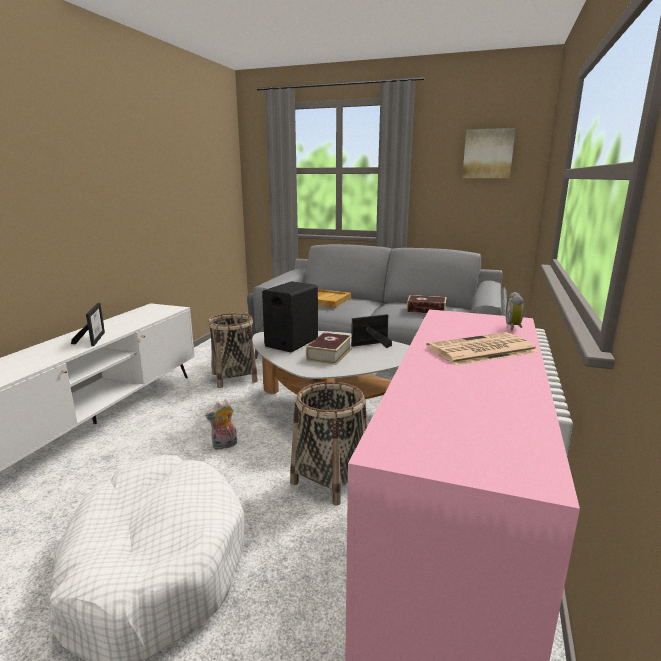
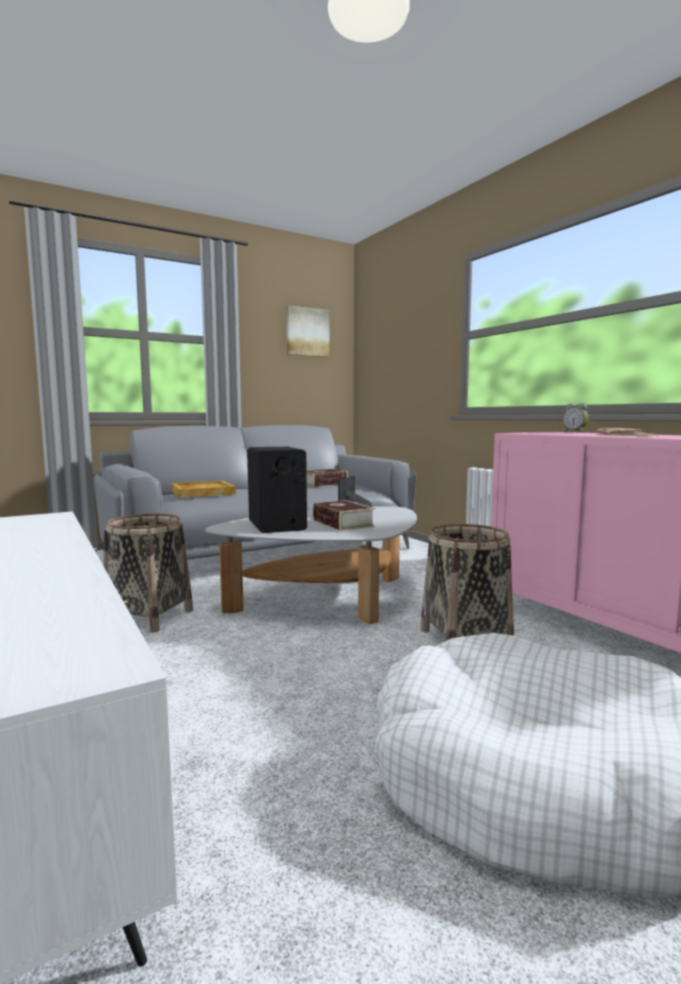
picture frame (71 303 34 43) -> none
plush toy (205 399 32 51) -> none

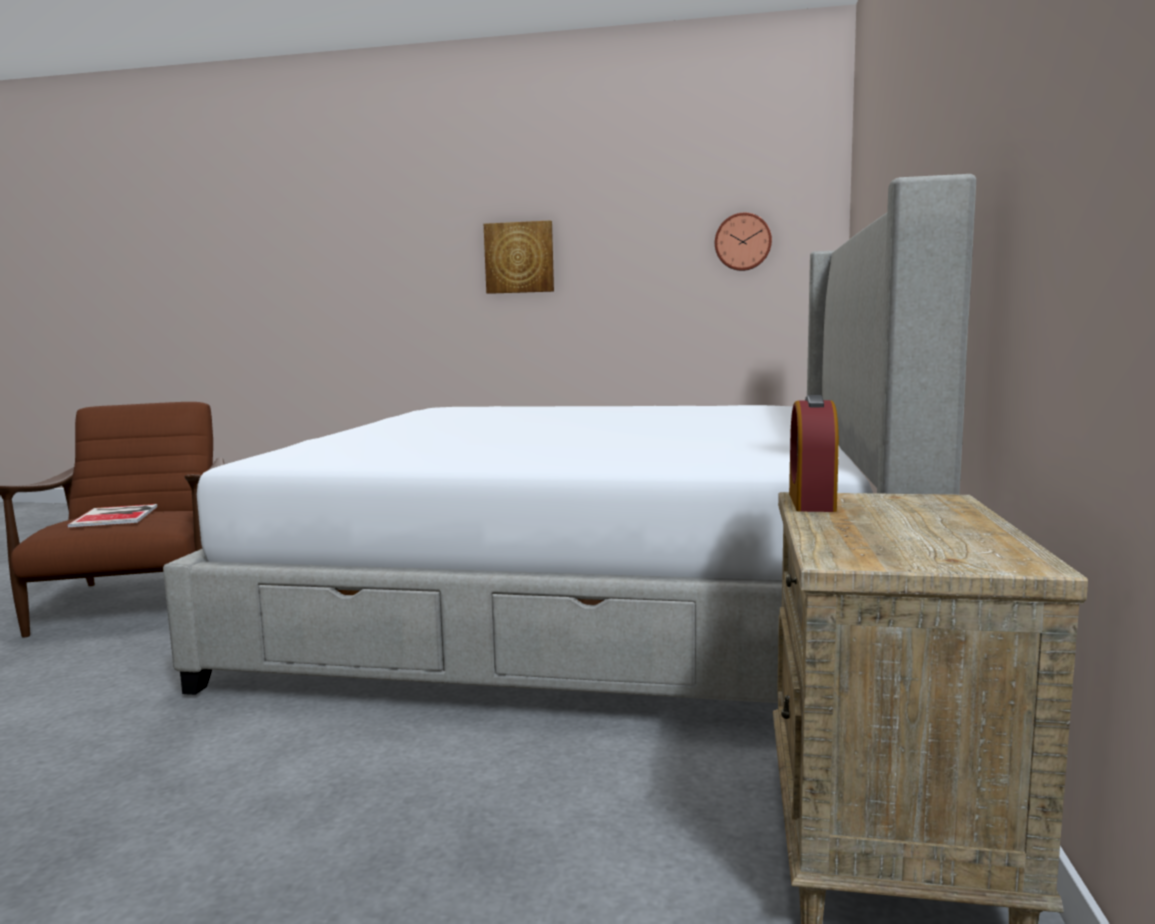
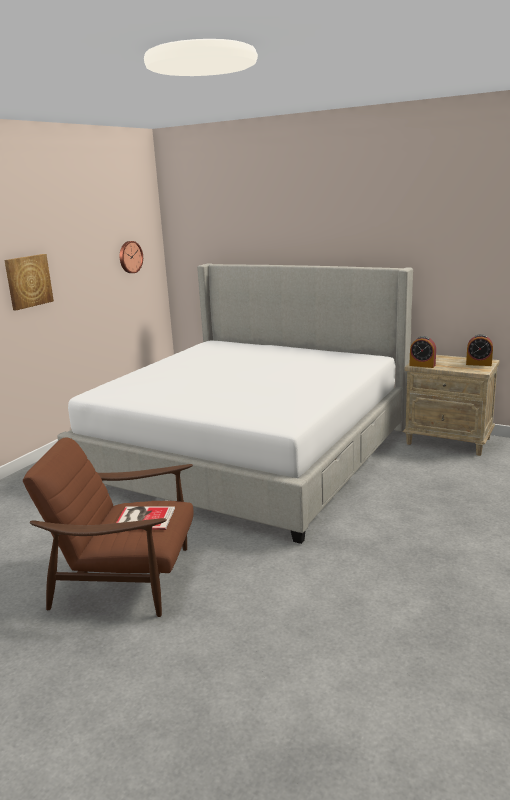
none -> alarm clock (466 334 27 32)

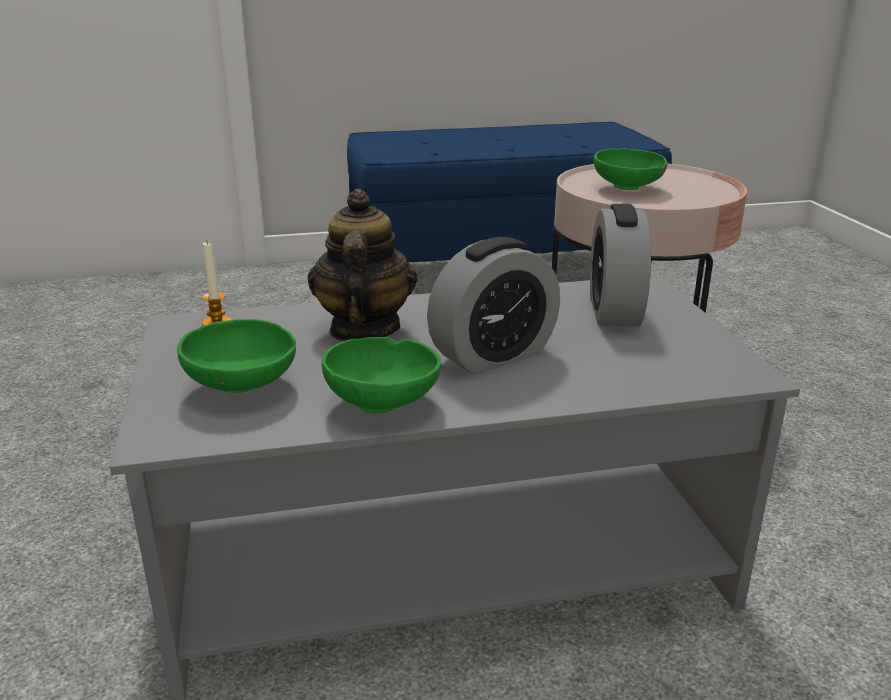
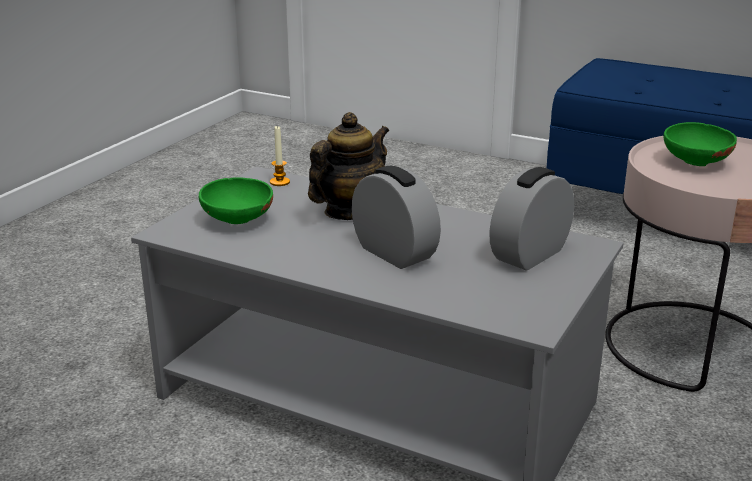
bowl/green (322 337 119 77) -> none
alarm clock (427 237 133 138) -> alarm clock (351 166 90 103), 135 degrees counterclockwise

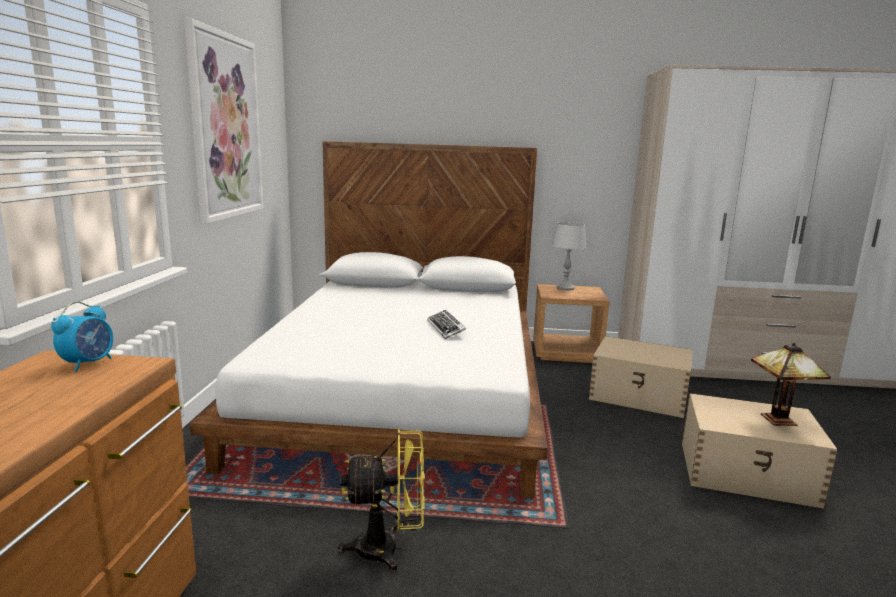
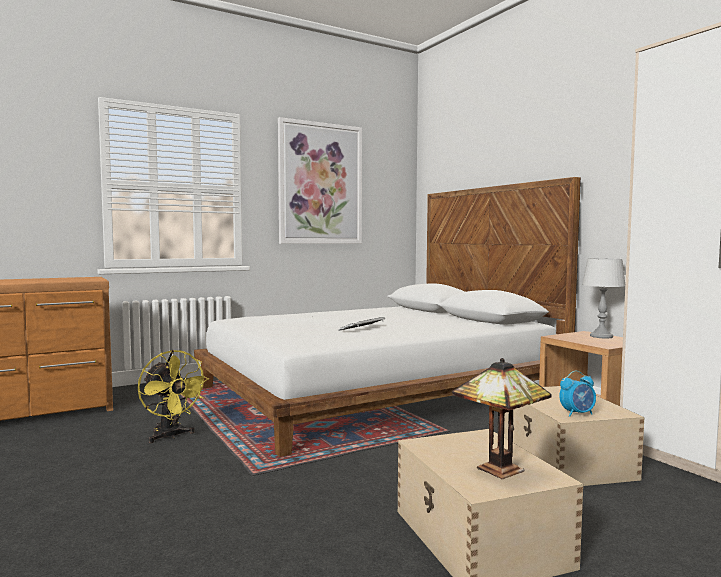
alarm clock (51 301 62 71) -> alarm clock (559 371 37 46), shifted

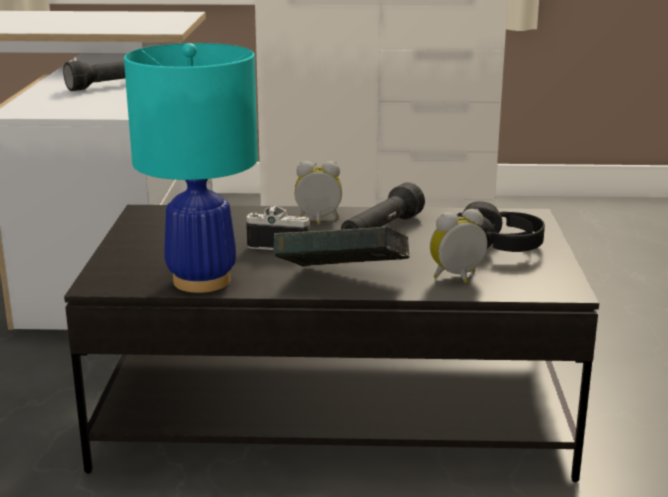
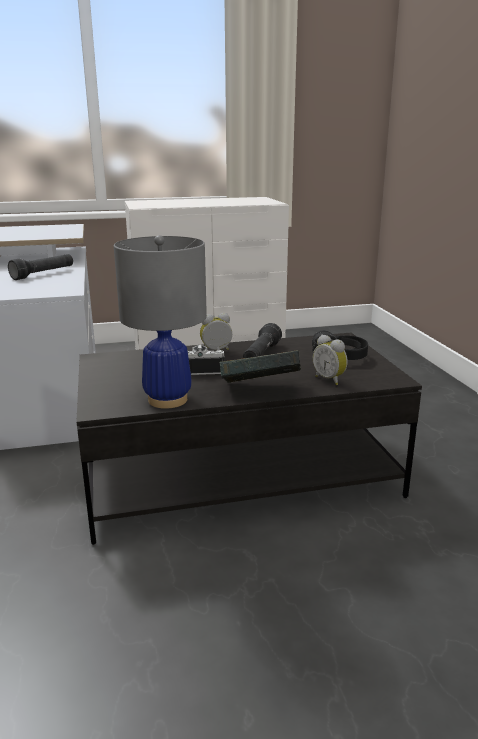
table lamp/turquoise (124 43 134 250) -> table lamp/grey (114 235 93 174)
alarm clock (430 209 57 74) -> alarm clock (313 335 35 50), 90 degrees counterclockwise

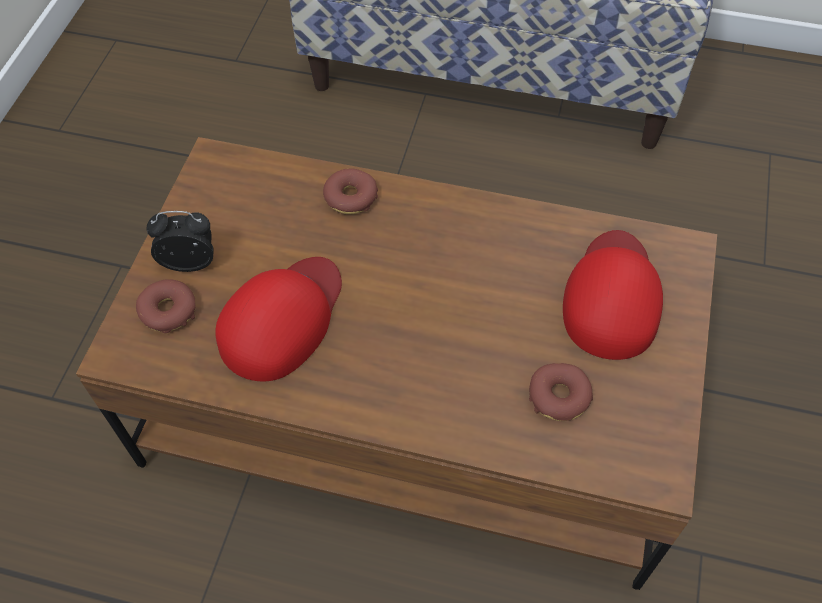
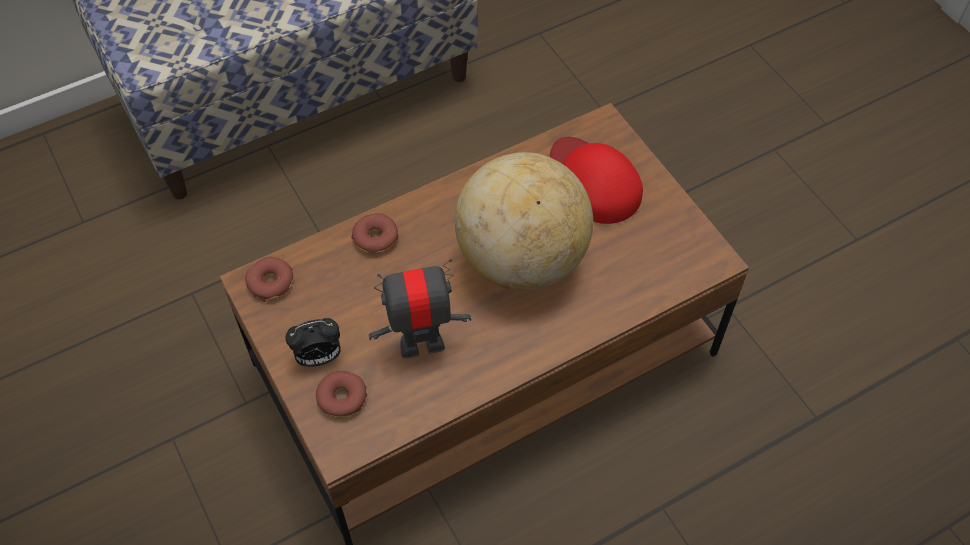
alarm clock (146 211 68 61) -> alarm clock (285 318 55 49), 150 degrees counterclockwise
cap/red (215 257 127 125) -> toy robot (369 259 102 99)
donut (529 363 64 58) -> donut (245 257 48 45), shifted
none -> globe (455 152 138 139)

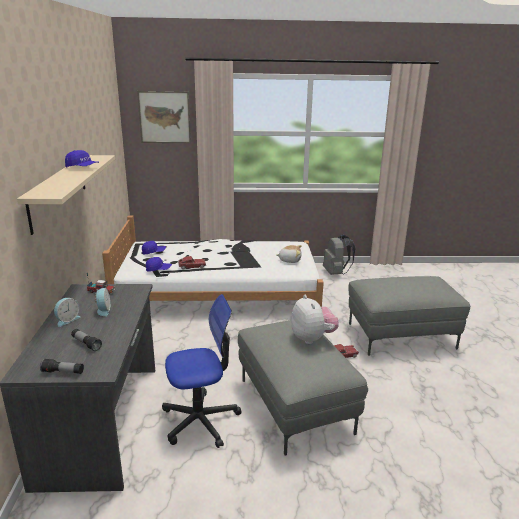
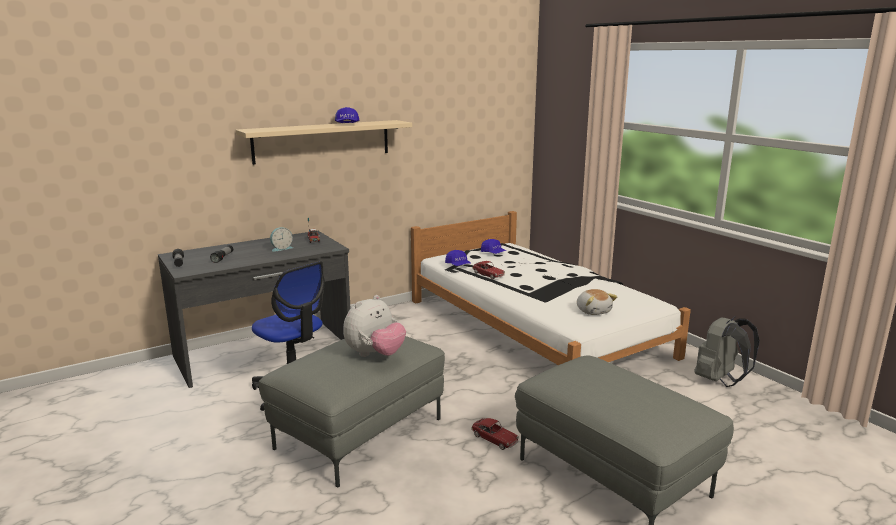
alarm clock (54 298 26 29) -> none
picture (137 91 54 52) -> none

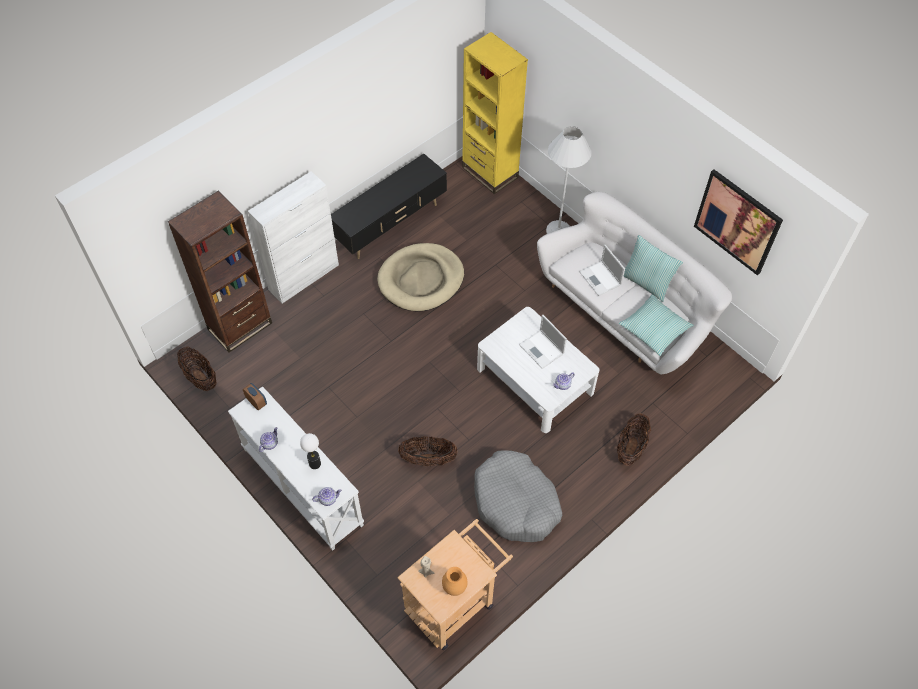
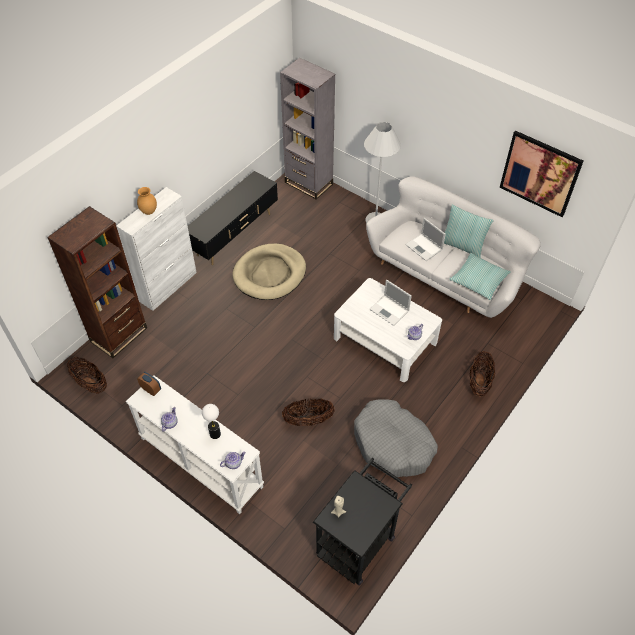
cart/beige (397 519 116 131) -> cart/black (313 458 99 127)
vase/brown (442 567 26 29) -> vase/brown (137 187 20 28), shifted
bookcase/yellow (462 32 66 162) -> bookcase/grey (280 58 56 142)

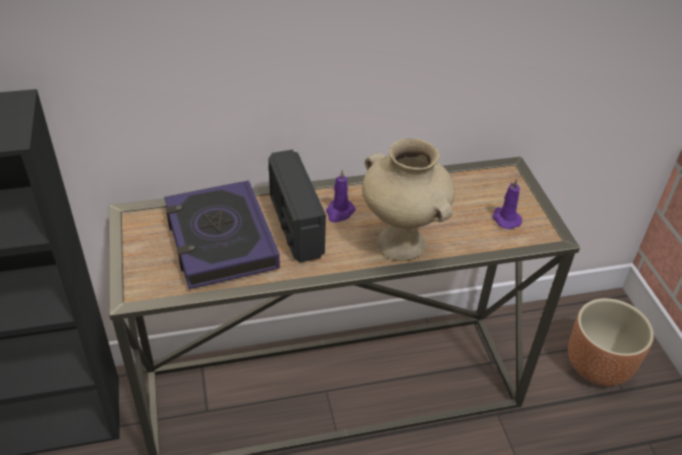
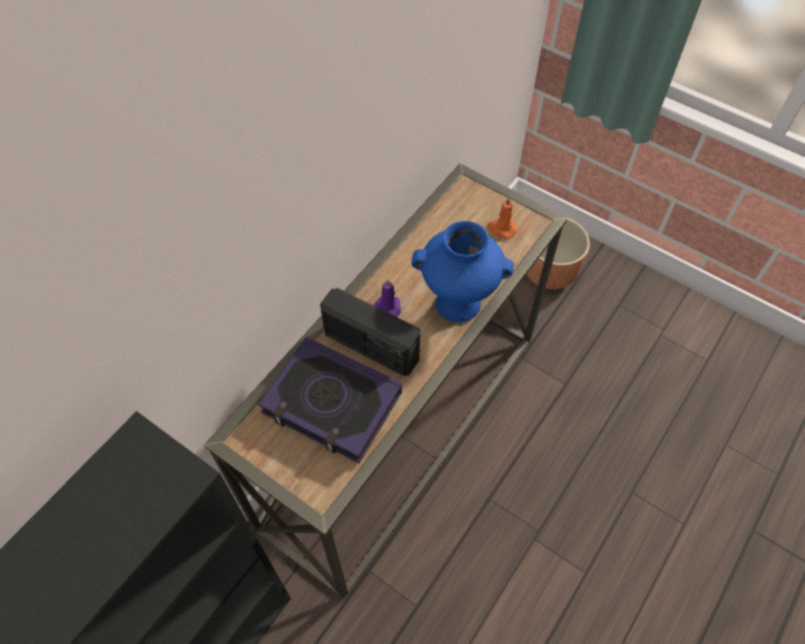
vase/beige (362 139 93 122) -> vase/blue (411 221 103 102)
candle/purple (492 178 30 51) -> candle/orange (488 197 29 41)

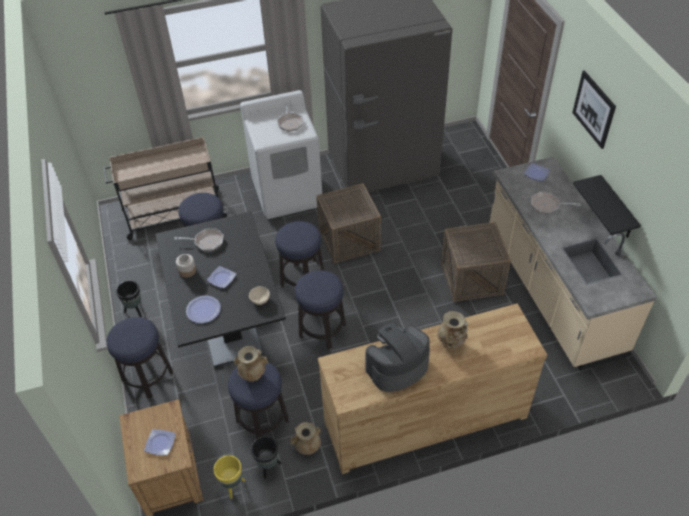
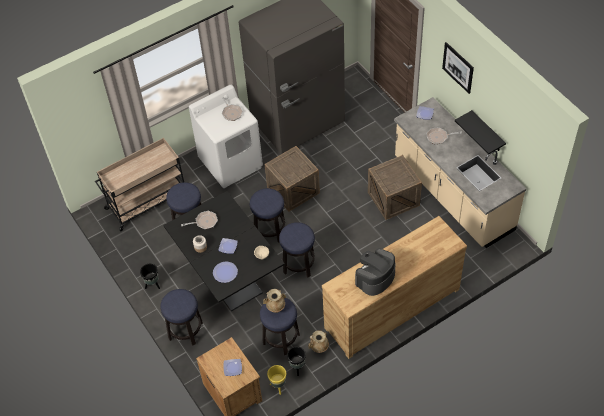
vase/beige (437 311 31 38) -> none

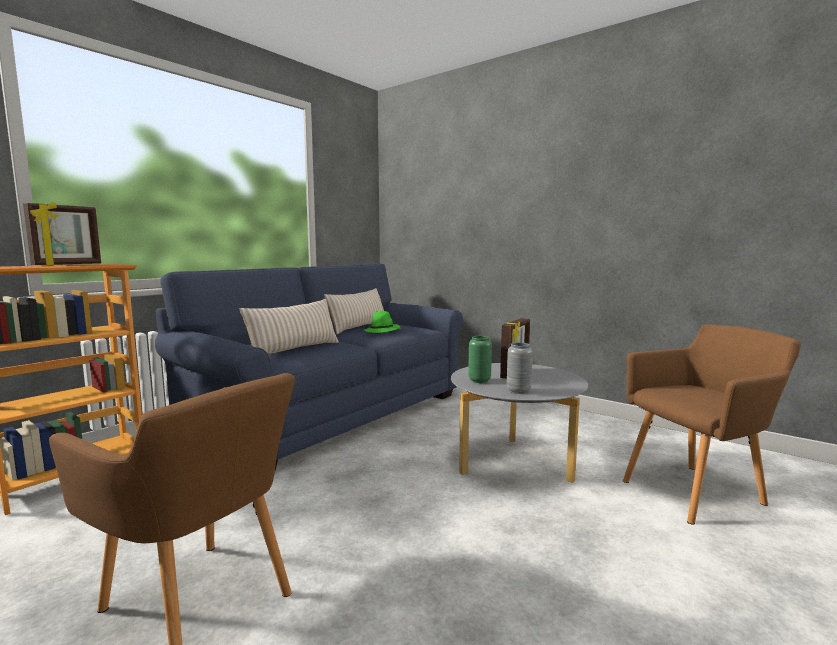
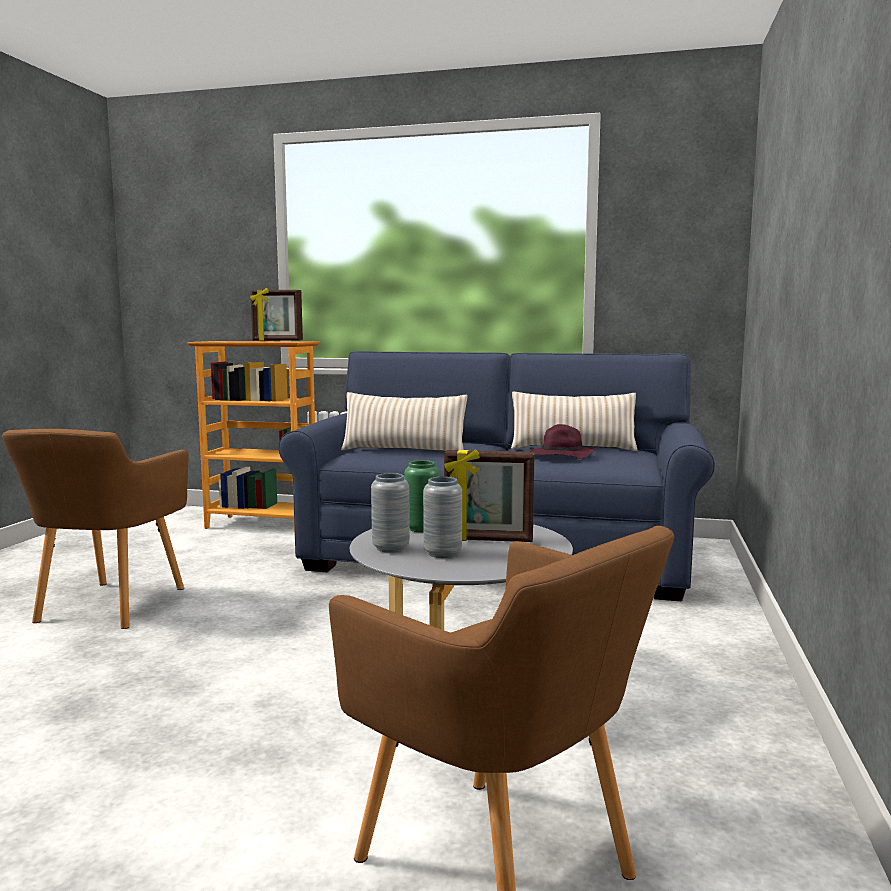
hat/green (363 311 38 22) -> hat/purple (529 424 67 35)
none -> vase/grey (423 477 39 81)

